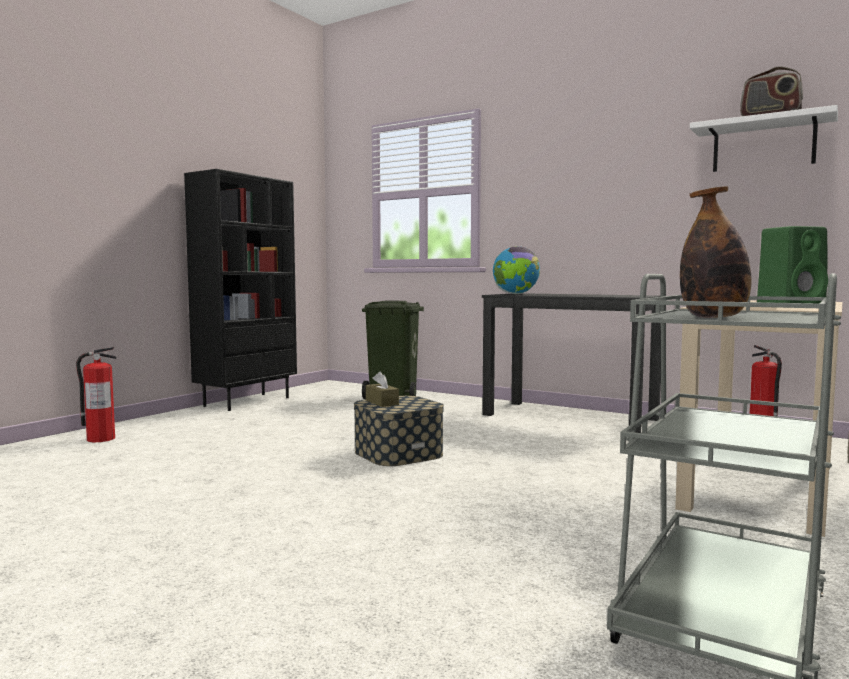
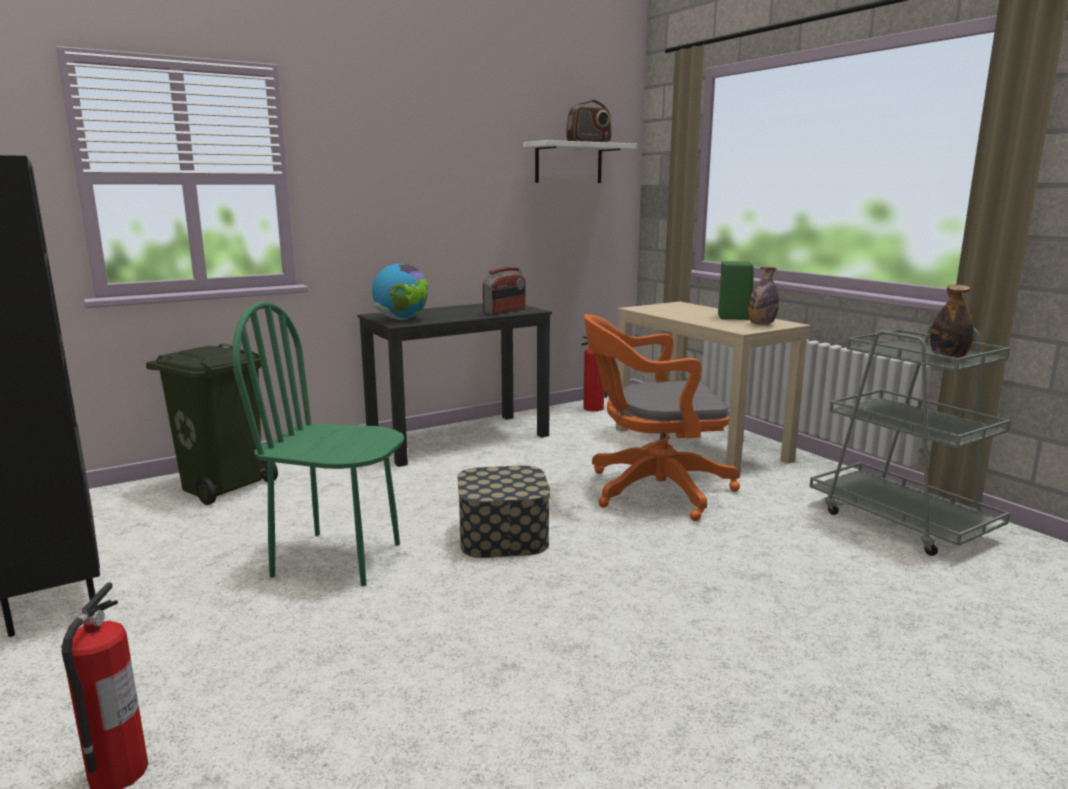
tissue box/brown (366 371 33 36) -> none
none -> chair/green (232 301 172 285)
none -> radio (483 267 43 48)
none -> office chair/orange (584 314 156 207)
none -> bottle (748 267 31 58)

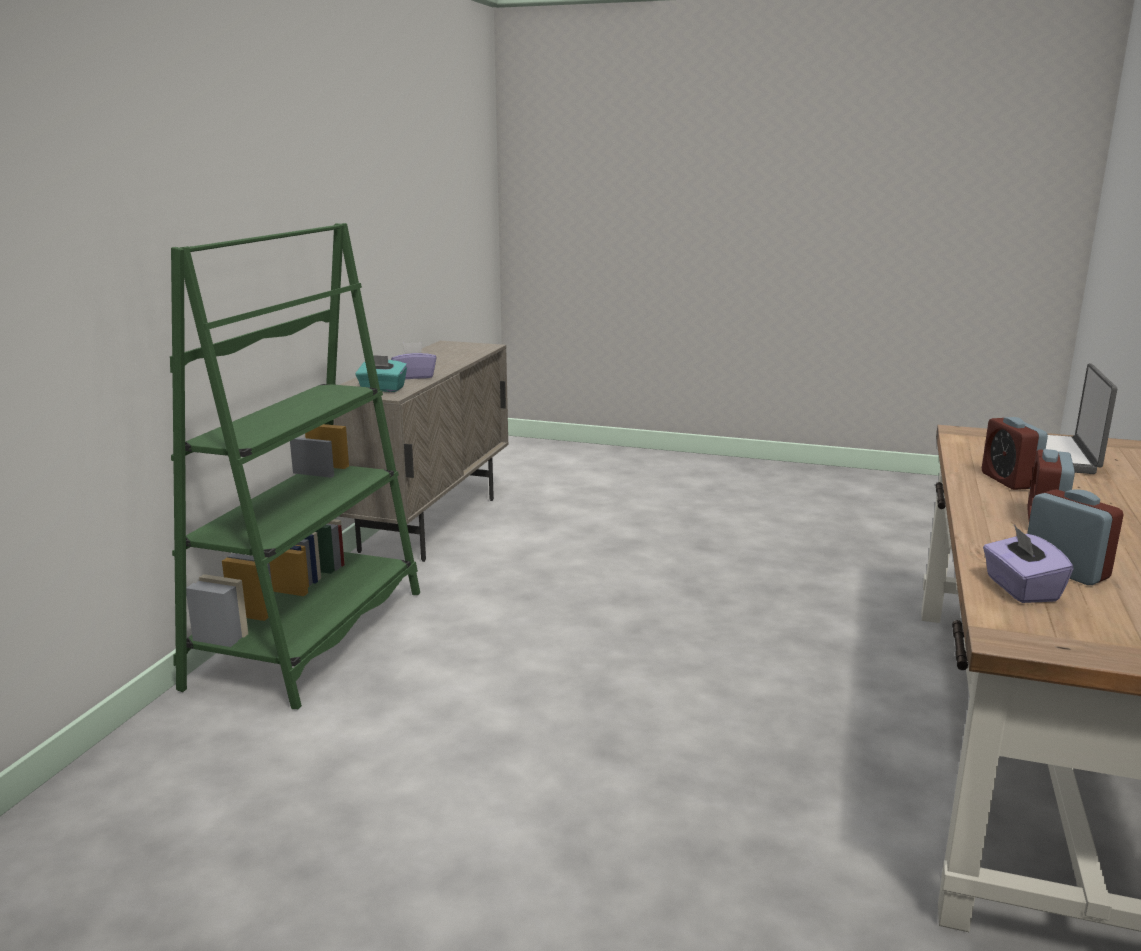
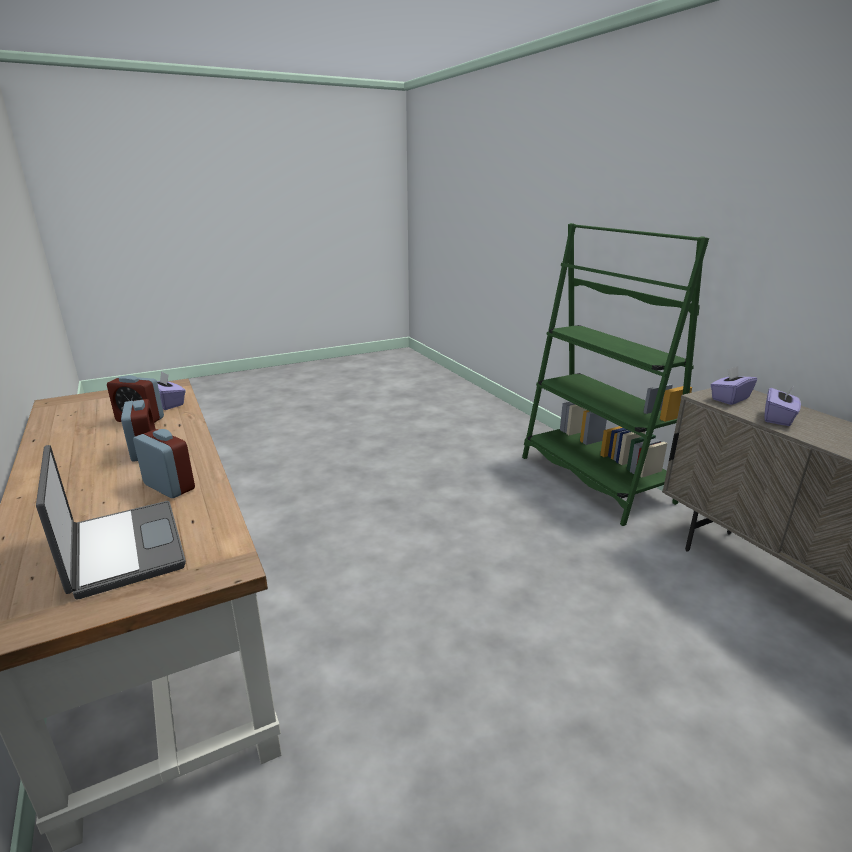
tissue box/turquoise (355 355 52 37) -> tissue box/purple (711 366 46 39)

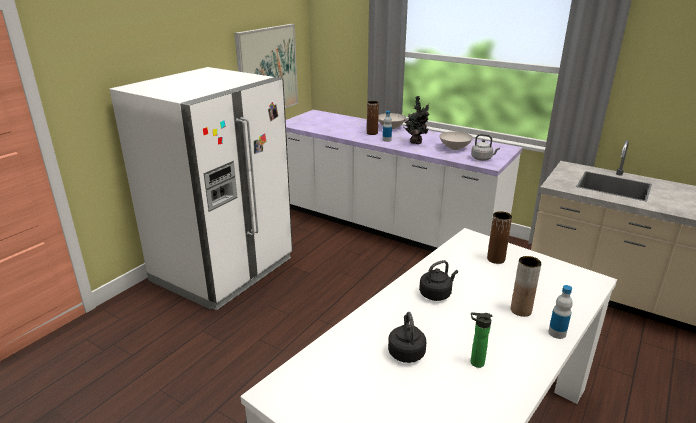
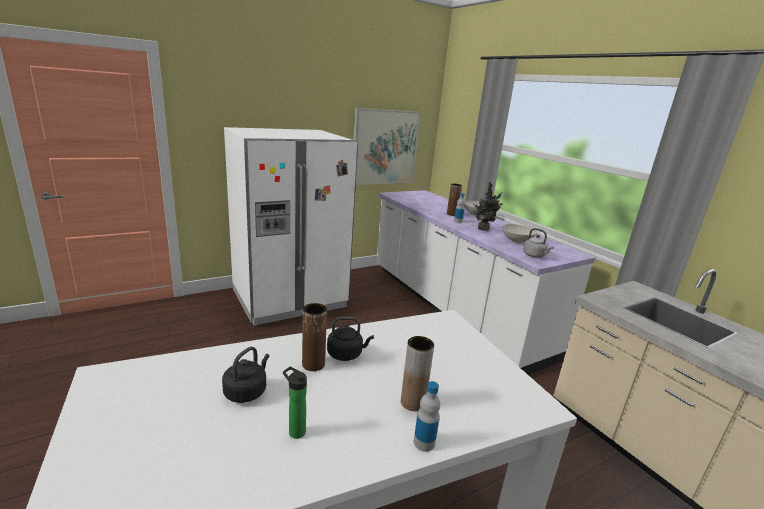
vase/brown (487 211 25 53) -> vase/brown (302 303 25 68), shifted

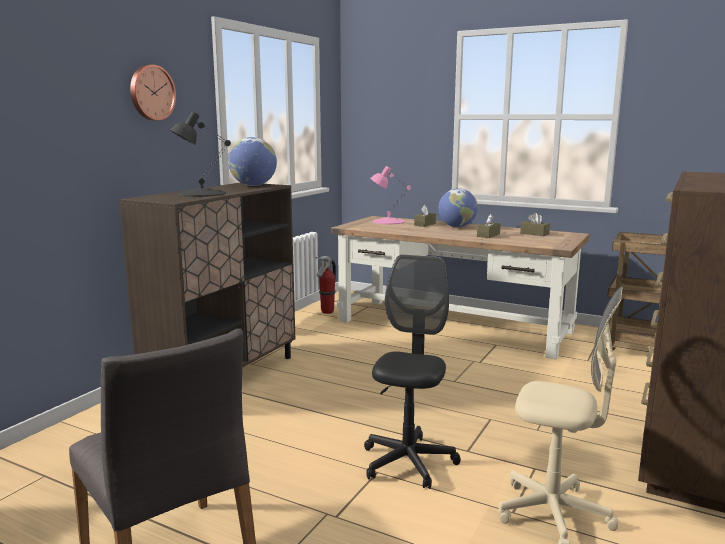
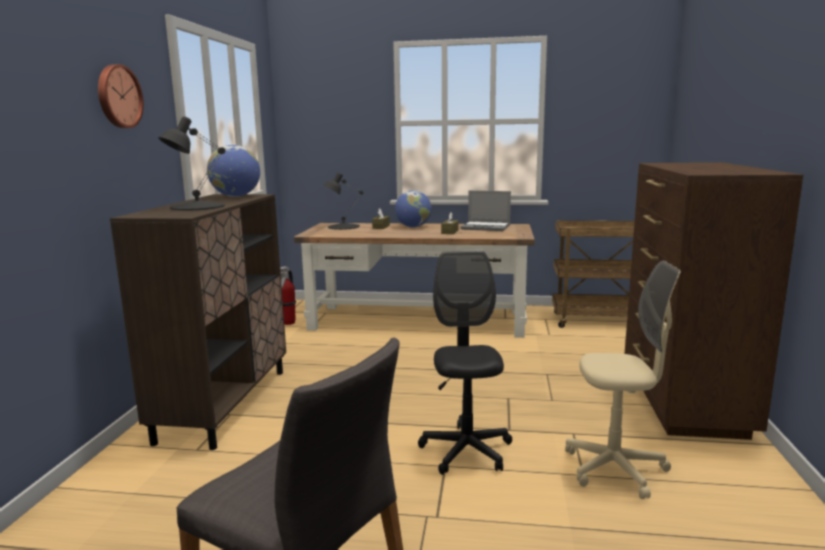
table lamp/pink (370 166 41 58) -> table lamp/black (324 172 39 58)
tissue box/brown (520 213 30 23) -> laptop (461 191 50 40)

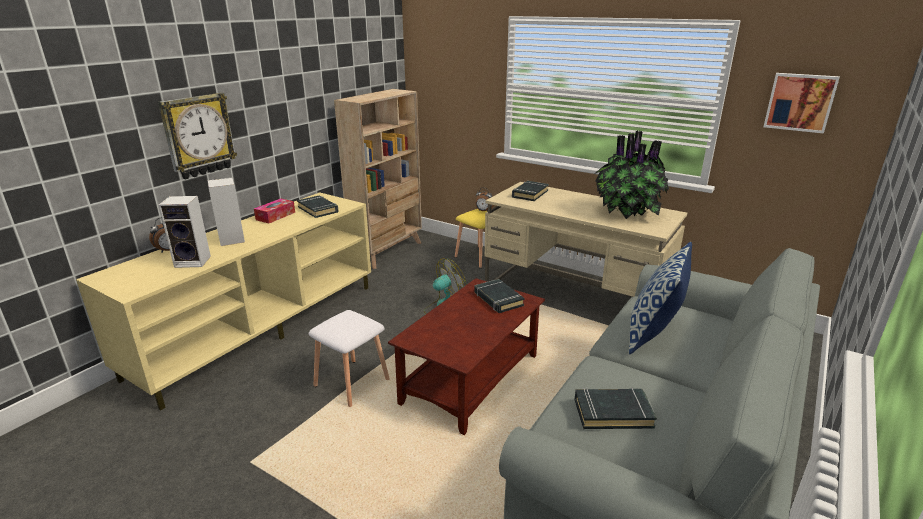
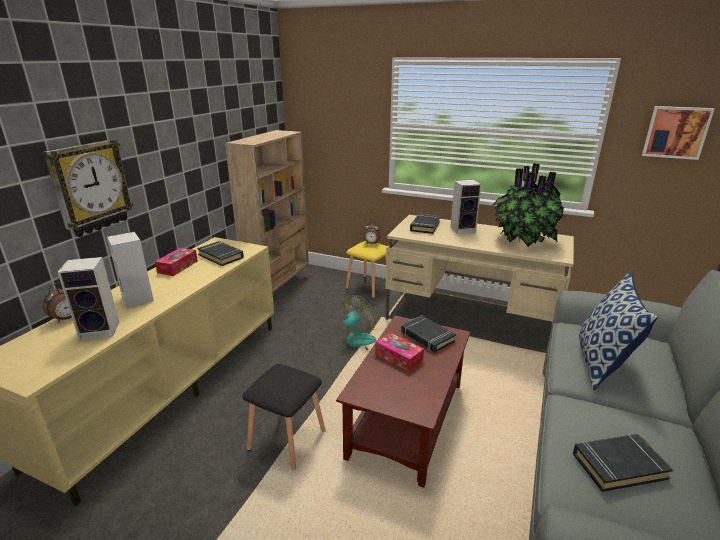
stool/white (309 310 81 97) -> stool/black (242 364 84 106)
none -> tissue box (375 332 49 40)
none -> speaker (450 180 32 54)

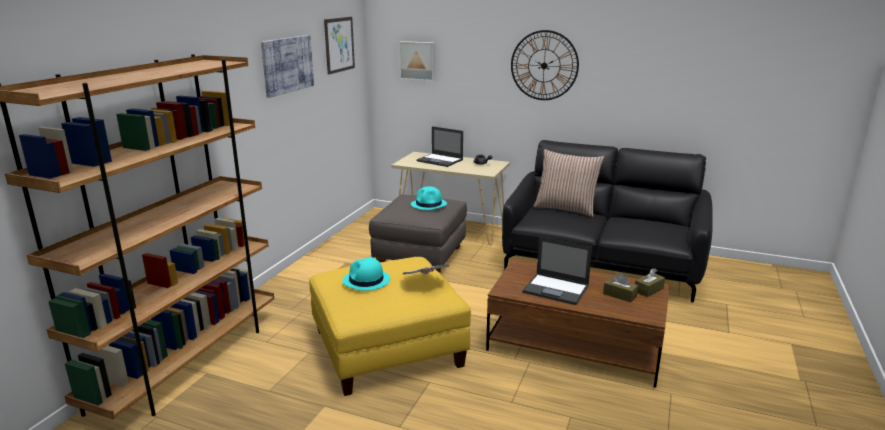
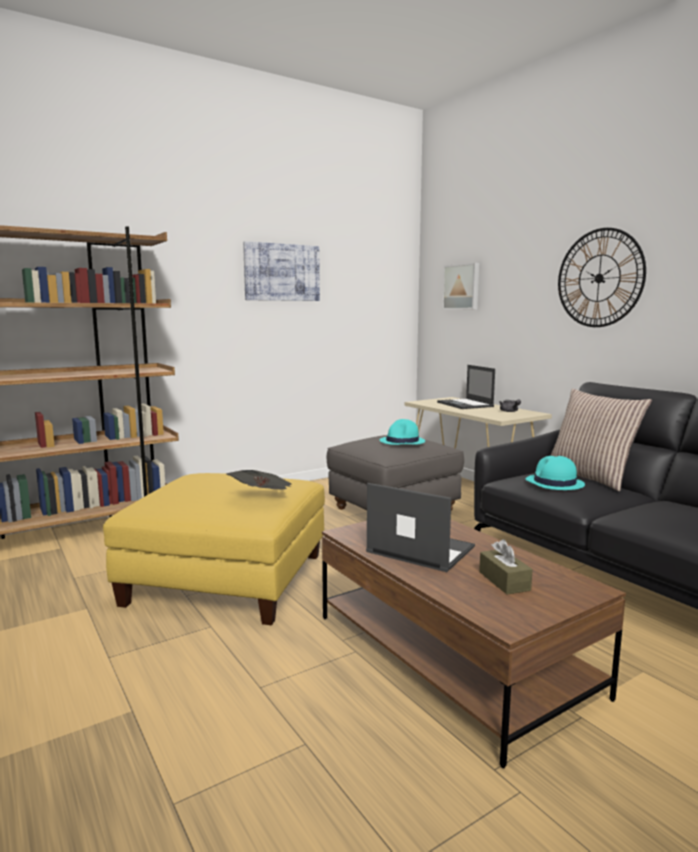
picture (324 17 31 58) -> none
hat/turquoise (342 257 48 34) -> hat/turquoise (526 456 59 34), shifted
laptop (522 237 70 68) -> laptop (366 483 109 89), 150 degrees clockwise
tissue box/brown (635 268 30 29) -> none

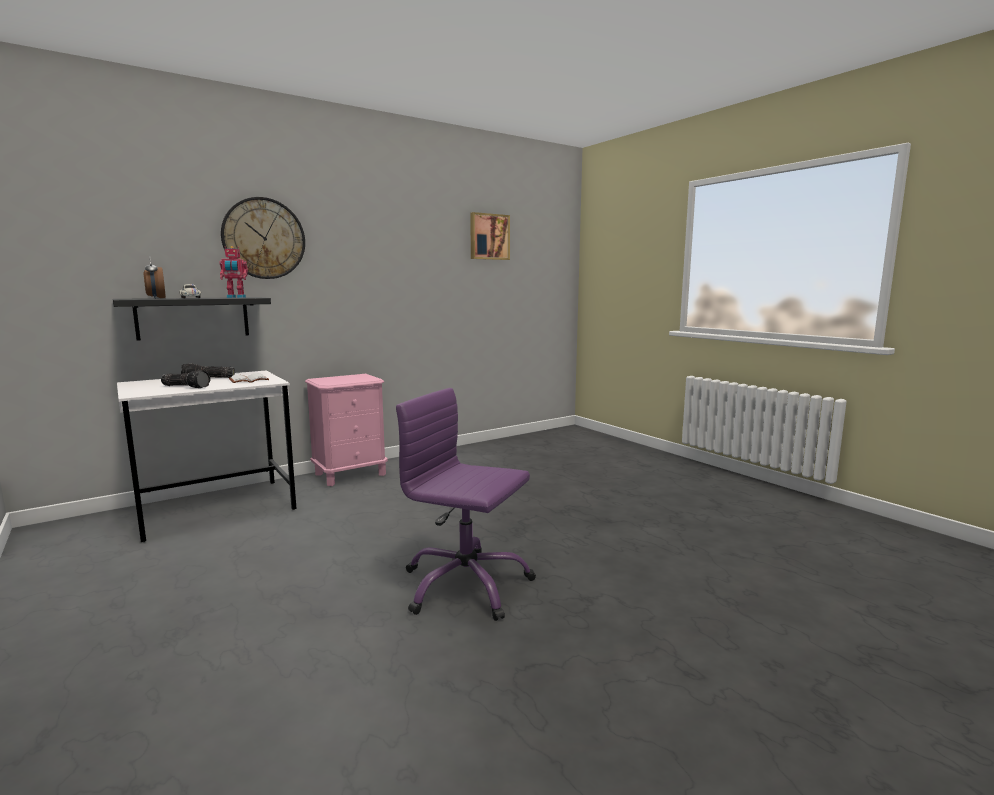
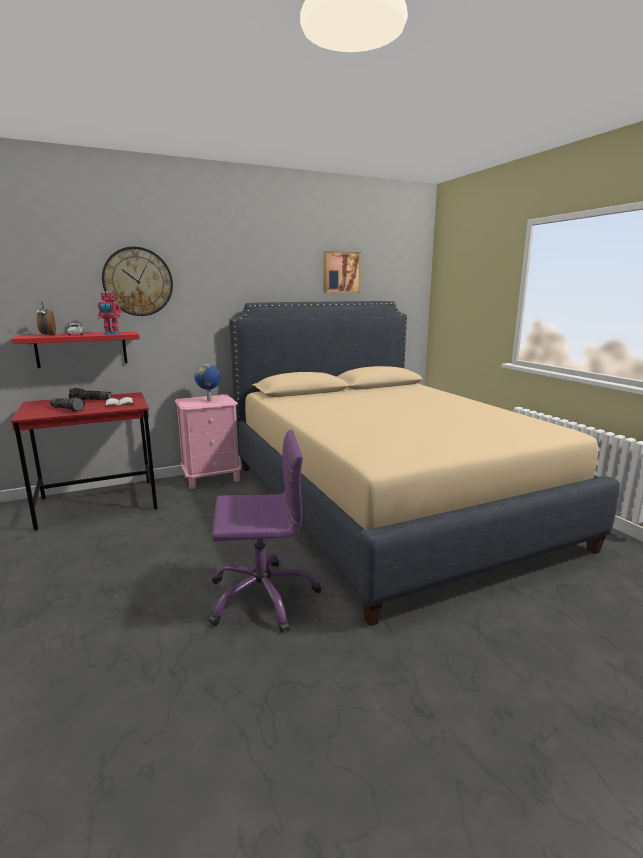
shelf/black (112 297 159 44) -> shelf/red (12 331 128 37)
desk/white (117 371 180 171) -> desk/red (11 392 146 139)
office chair/purple (396 388 140 233) -> office chair/purple (209 430 112 203), 135 degrees clockwise
none -> globe (195 364 26 37)
none -> bed/beige (229 301 391 325)

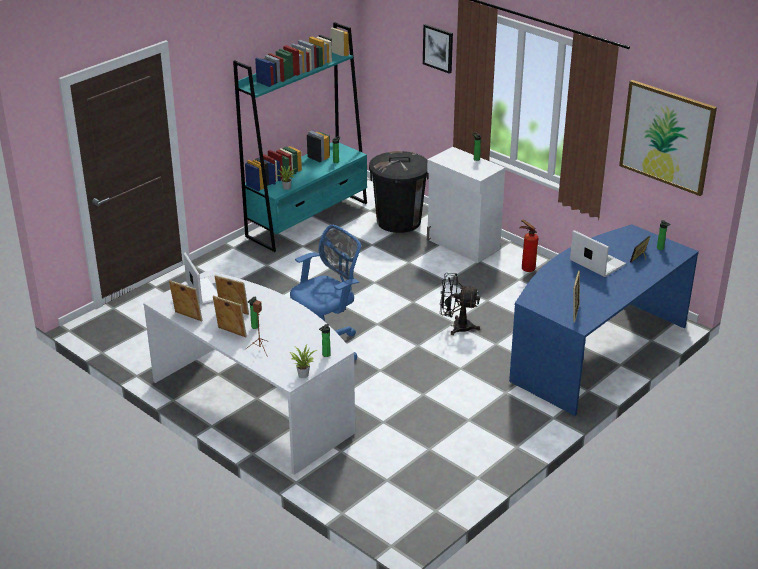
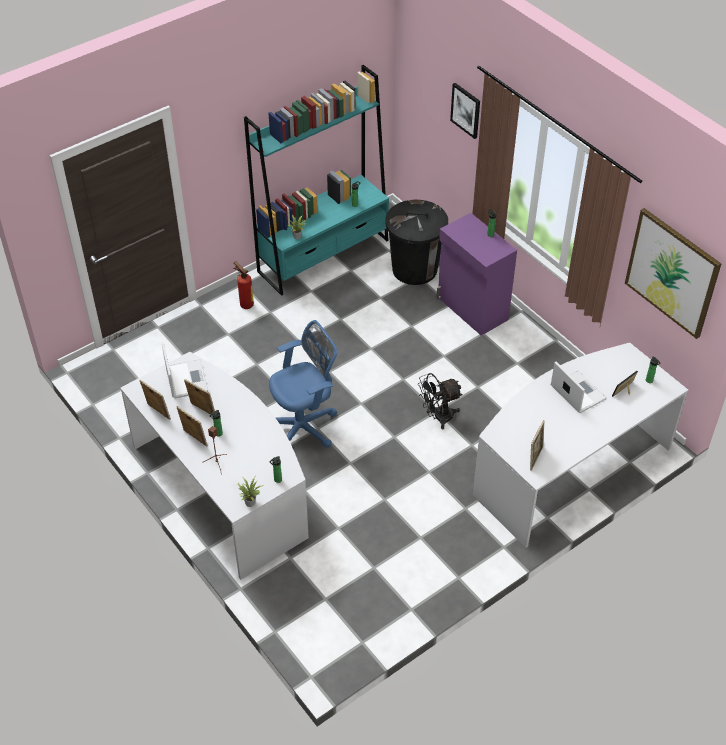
cabinet/white (427 147 78 116) -> cabinet/purple (436 213 81 122)
fan/black (440 273 40 62) -> fan/black (418 373 44 56), 45 degrees counterclockwise
desk/blue (509 224 190 192) -> desk/white (473 343 215 205)
fire extinguisher (519 219 19 53) -> fire extinguisher (233 261 21 48), shifted

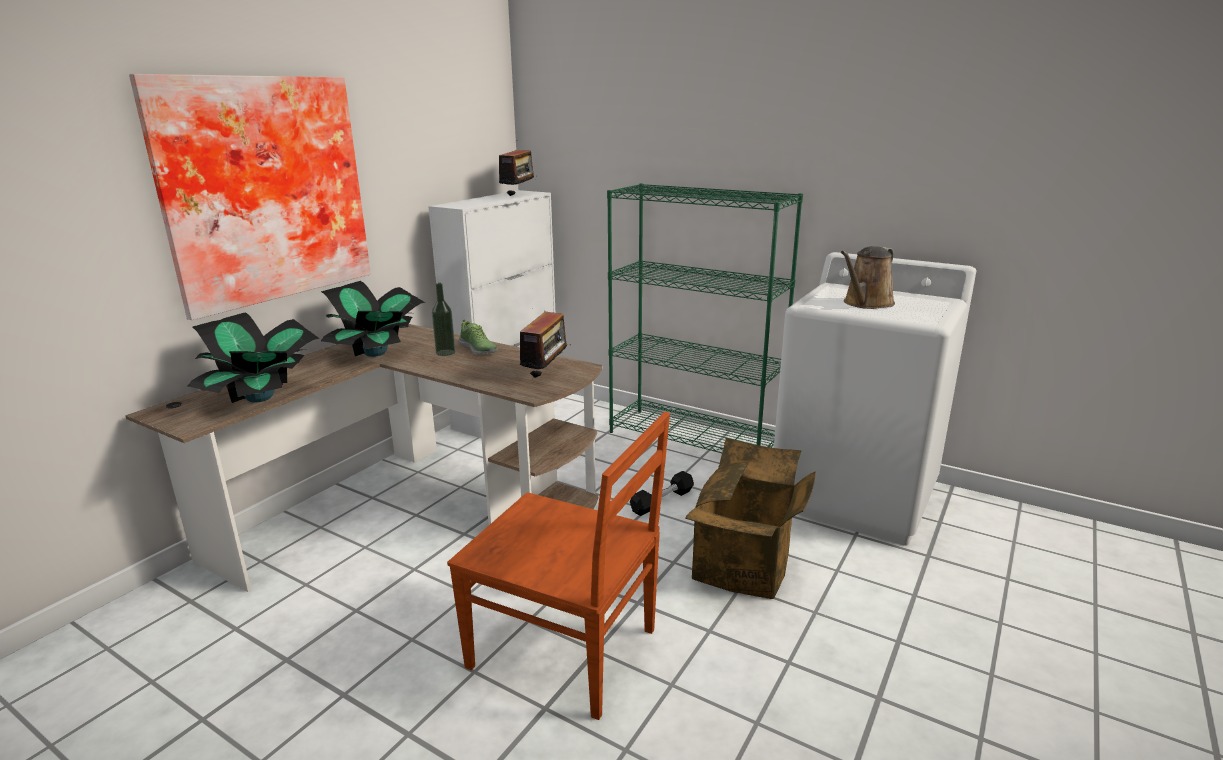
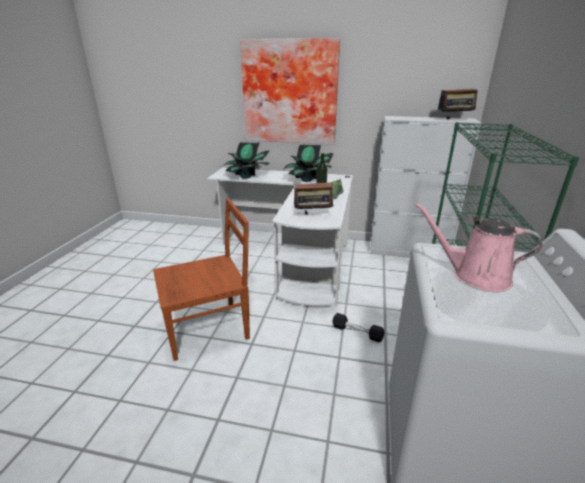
desk/brown (125 324 477 268) -> desk/white (207 168 146 139)
chair/brown (447 412 223 308) -> chair/brown (153 198 97 163), 120 degrees counterclockwise
cardboard box (685 438 131 161) -> none
watering can/brown (841 246 54 63) -> watering can/pink (414 202 129 90)

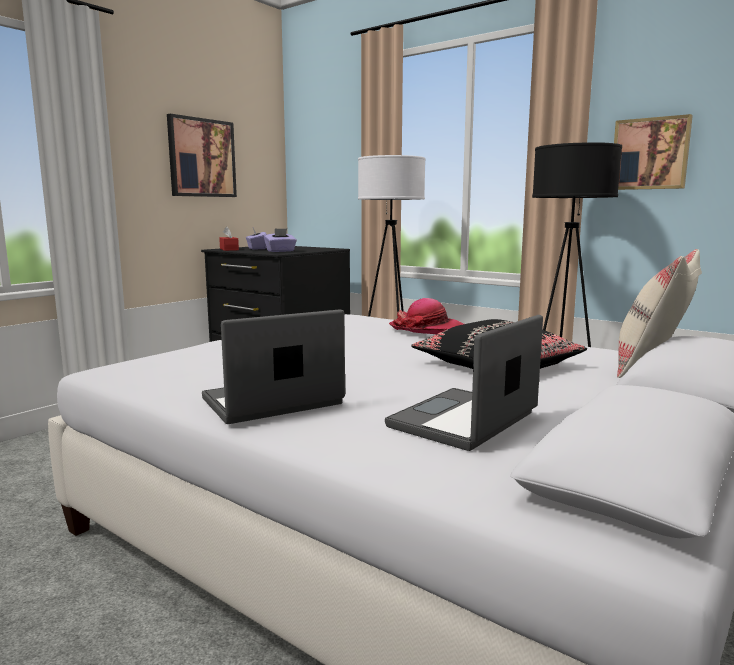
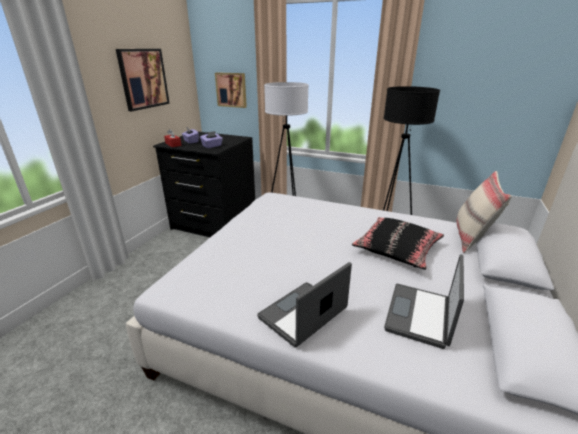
hat (389 298 75 36) -> none
picture (614 114 79 76) -> picture (215 72 32 36), shifted

